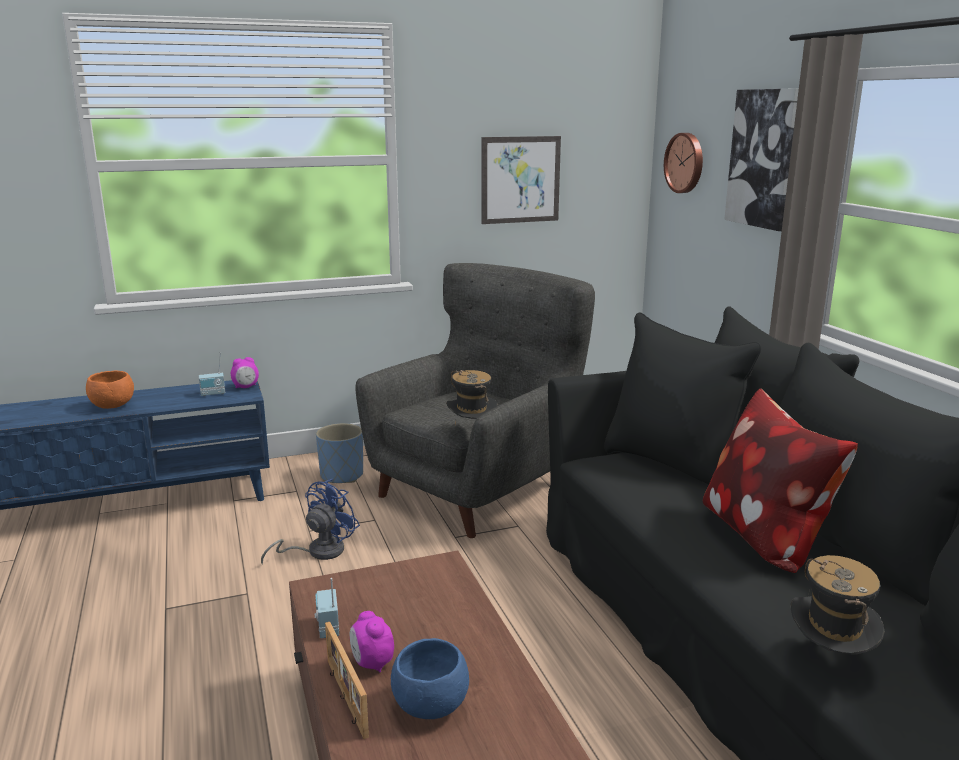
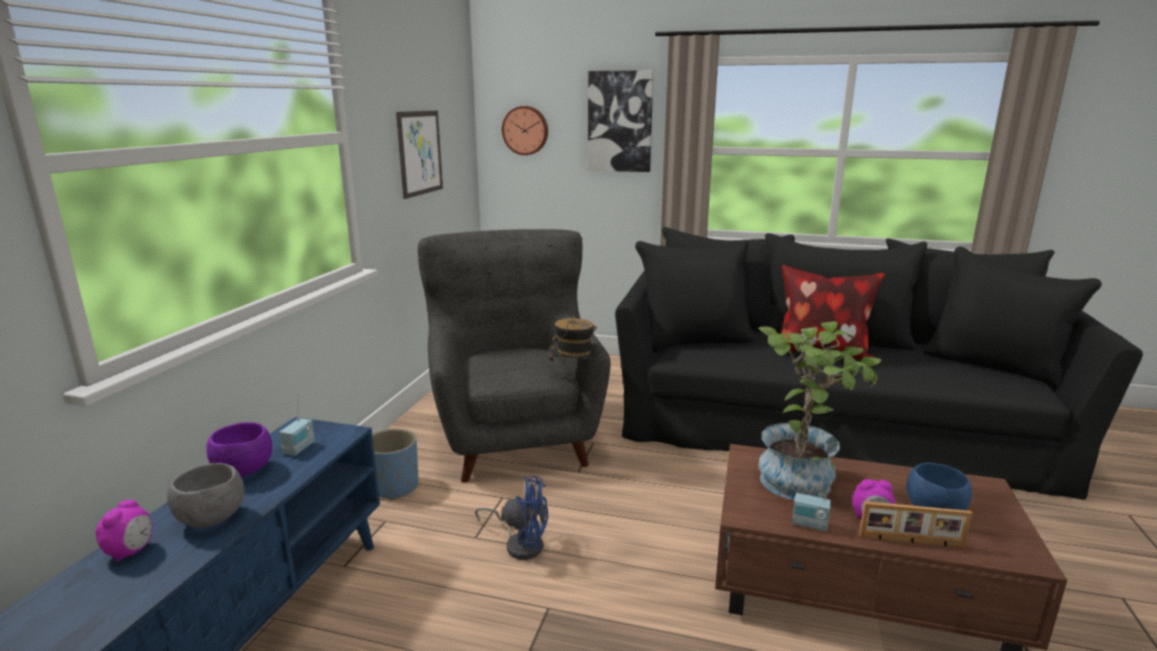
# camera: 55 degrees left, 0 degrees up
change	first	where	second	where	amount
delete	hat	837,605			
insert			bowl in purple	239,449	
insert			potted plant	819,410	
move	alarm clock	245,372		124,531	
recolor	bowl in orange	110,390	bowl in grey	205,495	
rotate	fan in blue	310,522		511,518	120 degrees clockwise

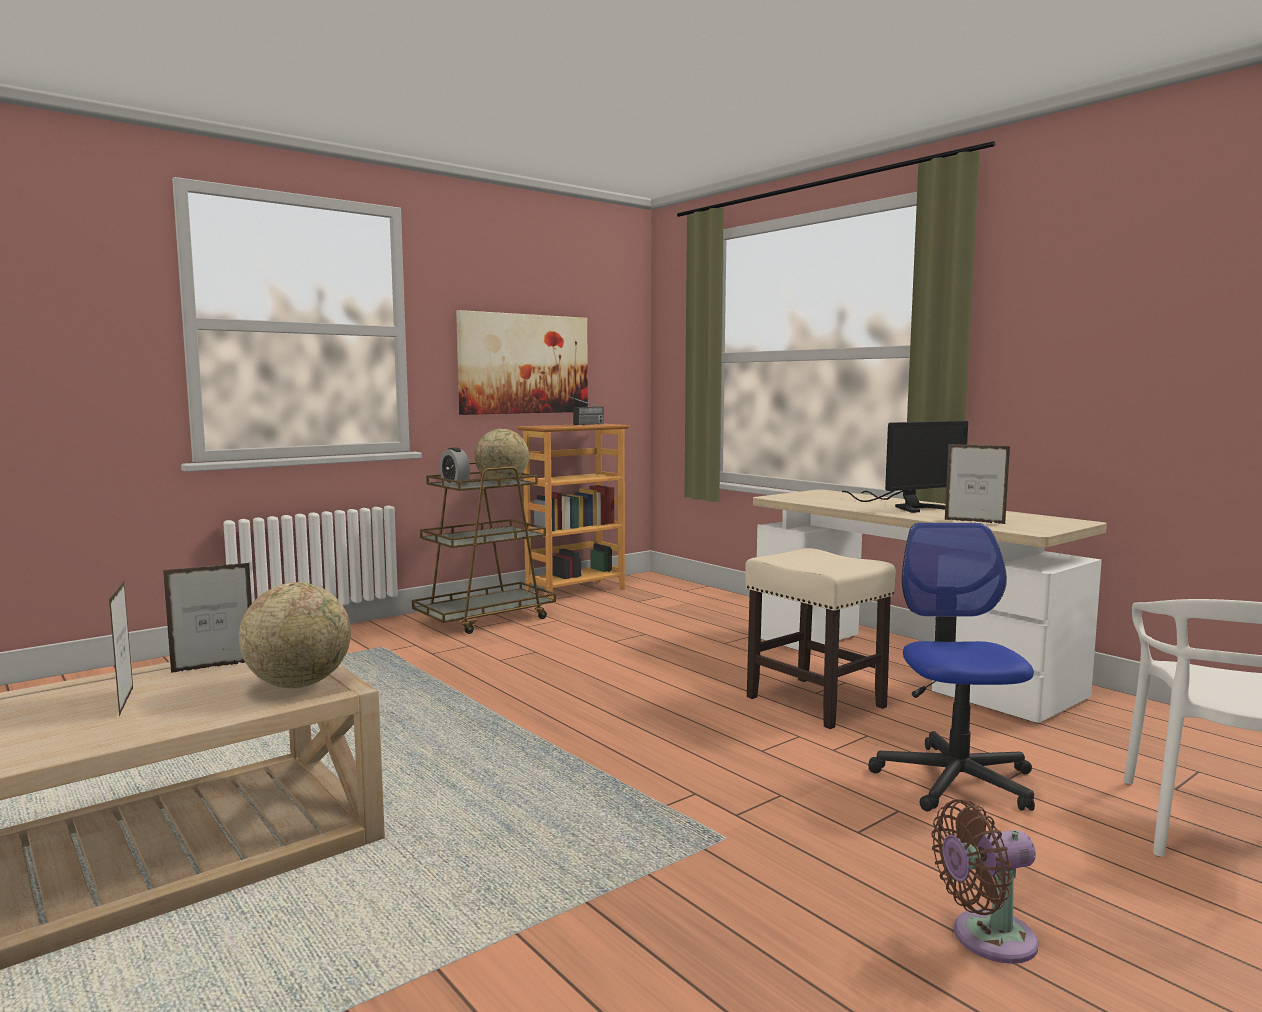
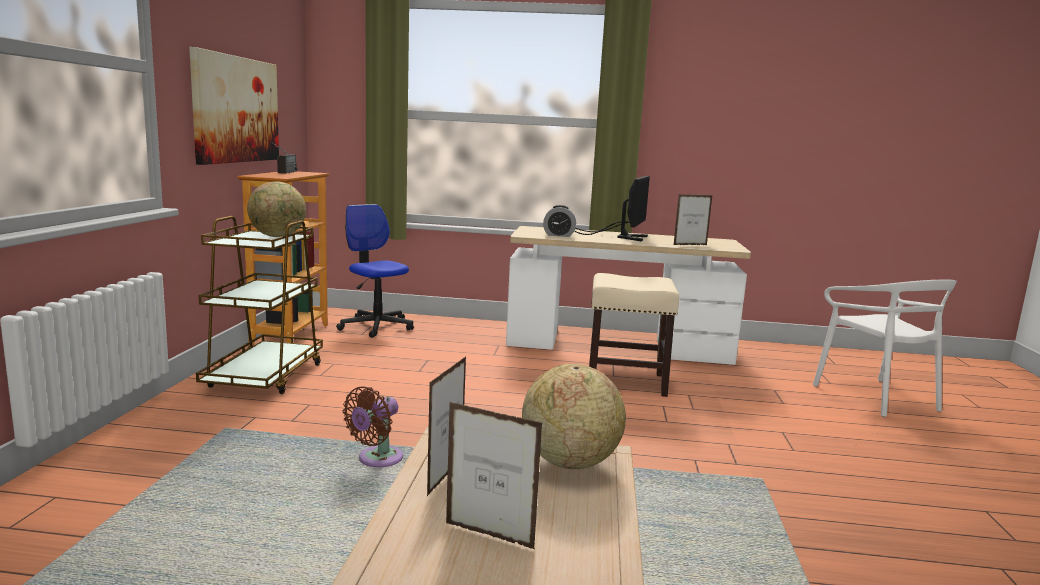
# camera: 45 degrees left, 5 degrees up
change	first	where	second	where	amount
move	alarm clock	455,466		559,221	
move	office chair	951,667		375,271	
move	fan in brown	985,881		373,427	

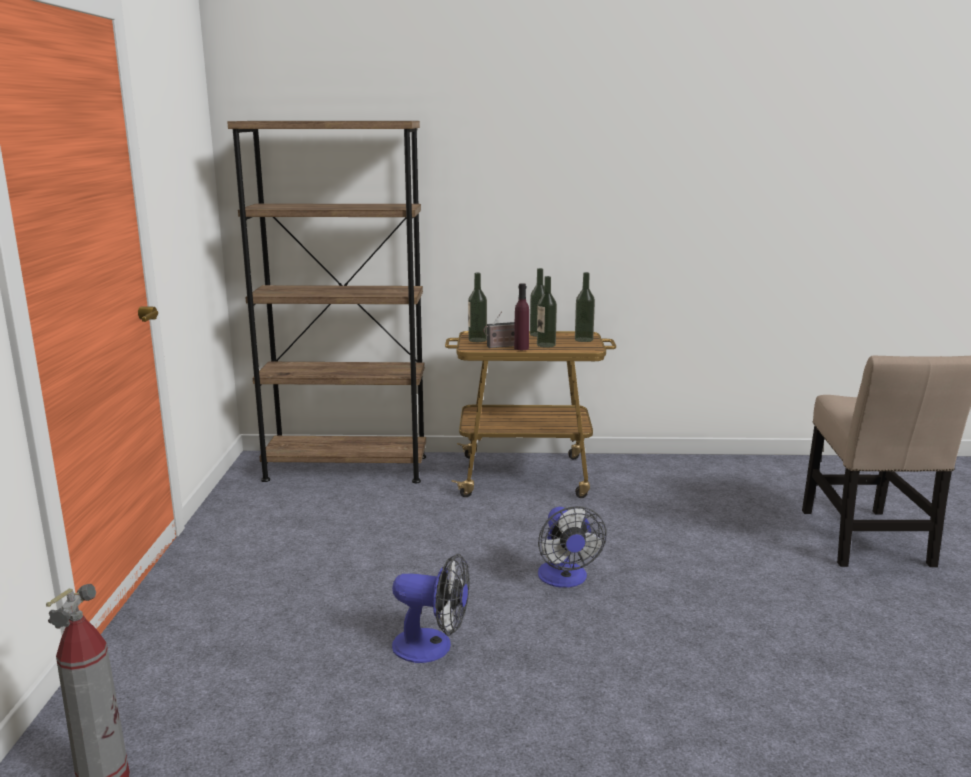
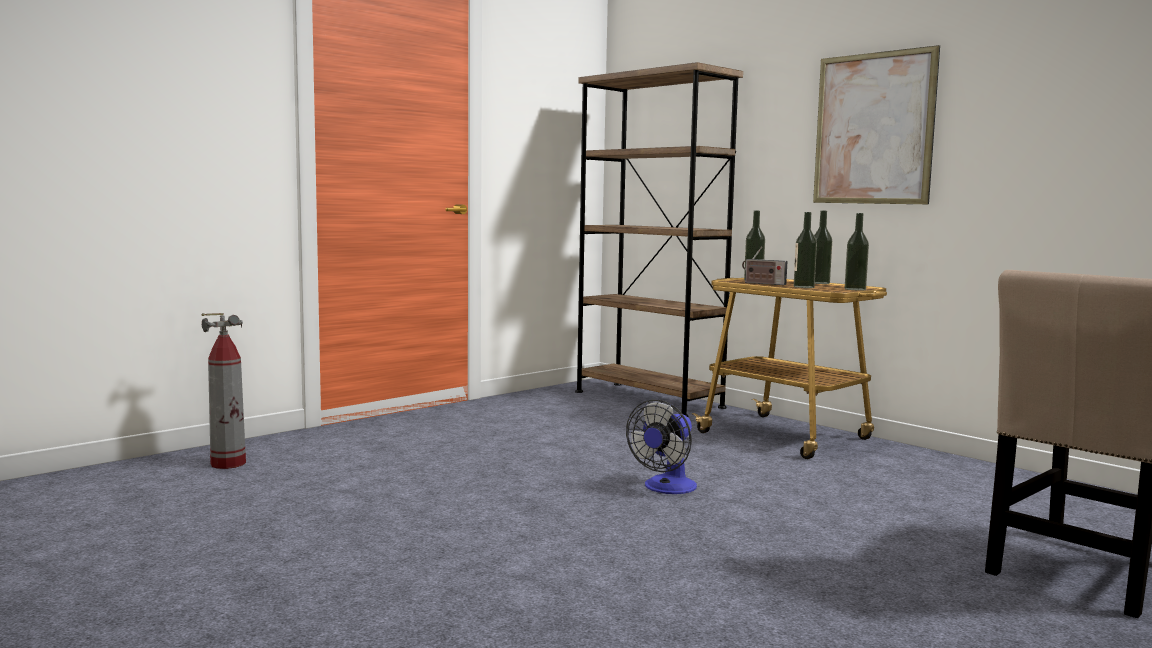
# camera: 45 degrees right, 10 degrees down
change	first	where	second	where	amount
delete	fan	431,608			
delete	bottle in purple	521,316			
insert			picture	876,124	

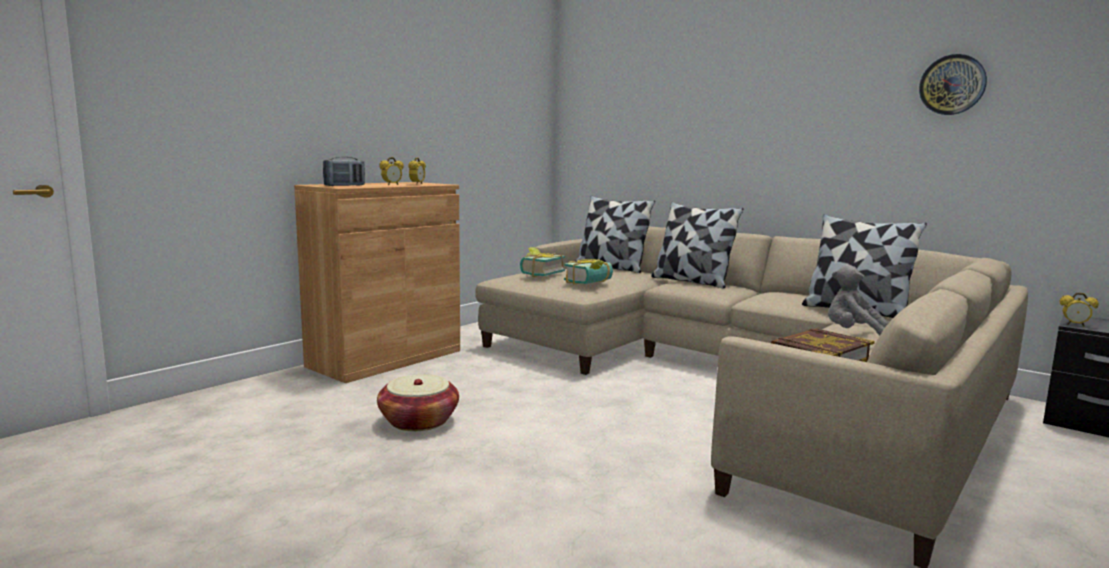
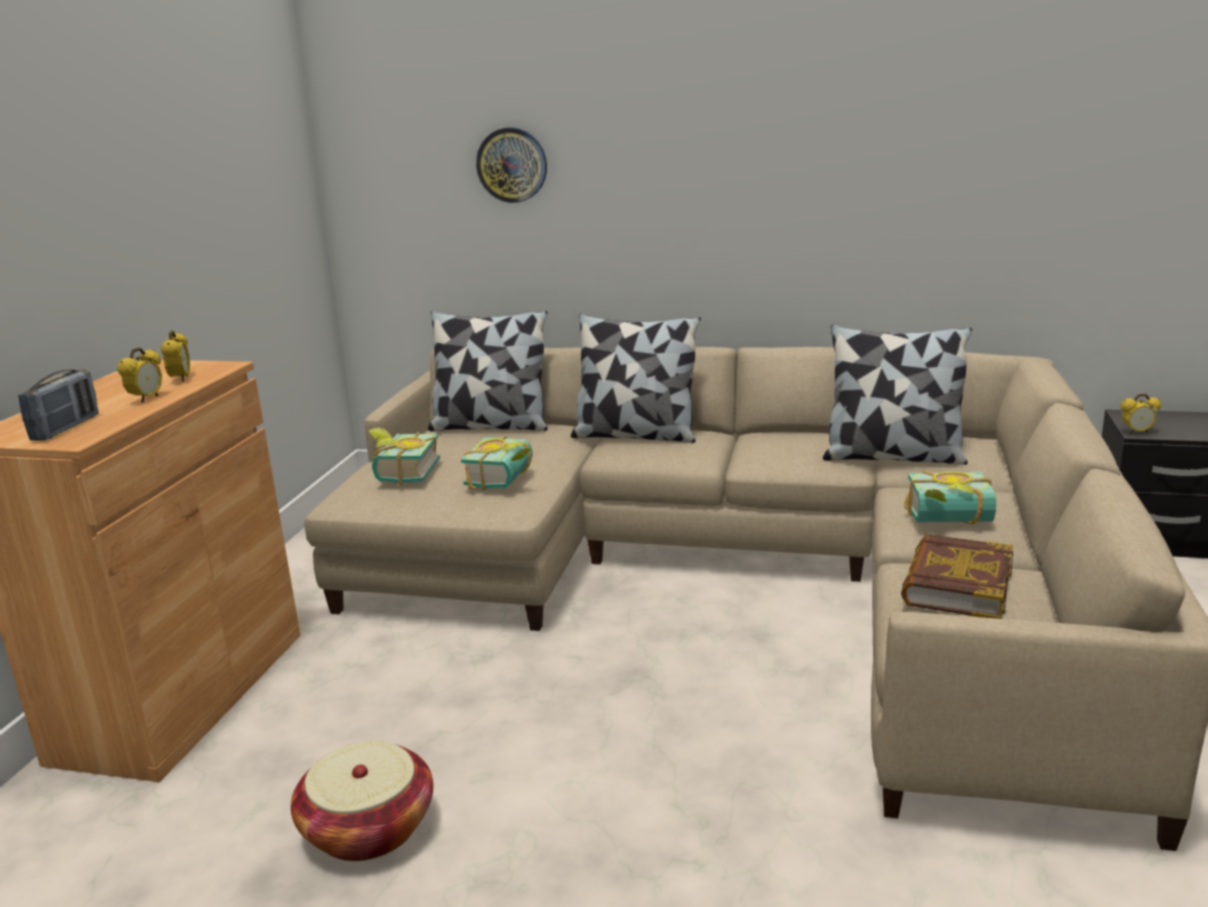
# camera: 25 degrees left, 10 degrees up
change	first	where	second	where	amount
move	wall clock	953,84		511,165	
replace	plush toy in grey	859,300	book	950,497	

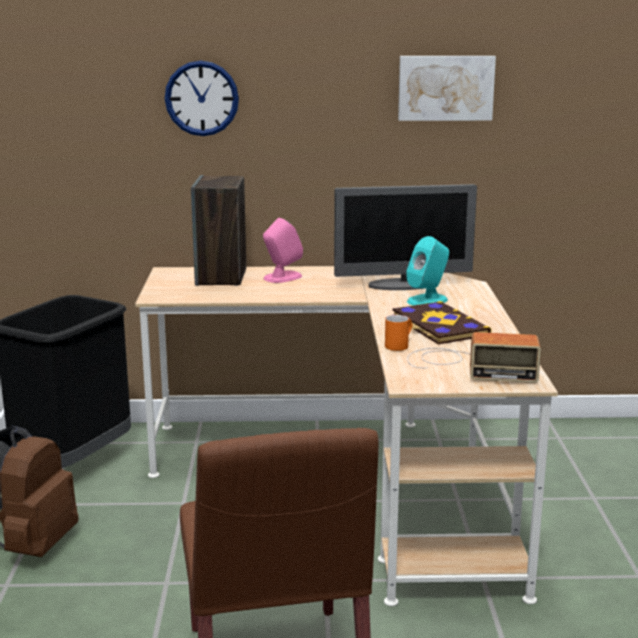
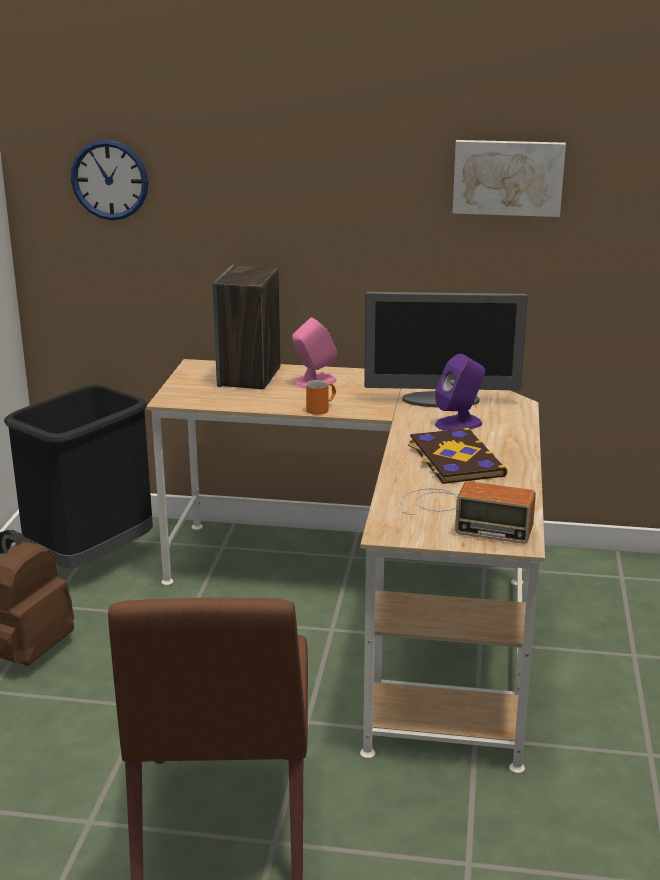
# camera: 10 degrees right, 5 degrees up
change	first	where	second	where	amount
move	wall clock	202,98		110,180	
move	mug in orange	399,333		321,397	
recolor	speaker in turquoise	427,270	speaker in purple	460,392	

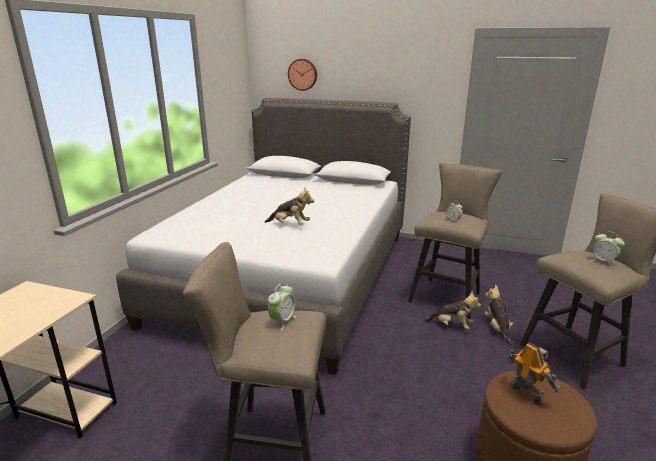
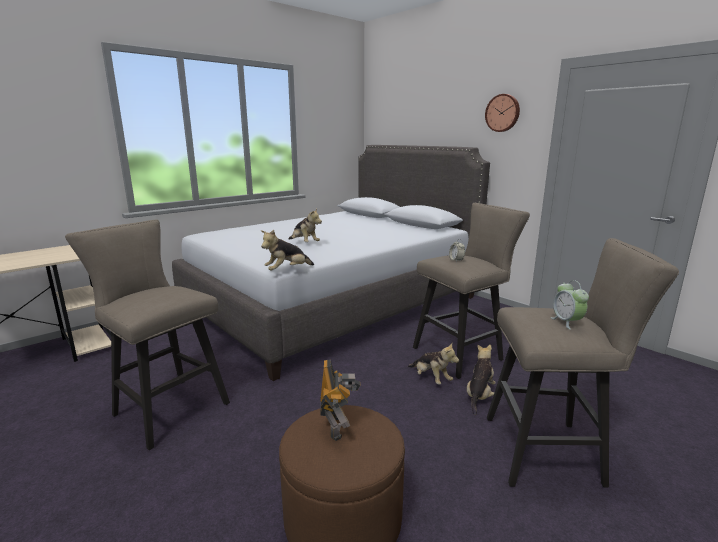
# camera: 30 degrees right, 5 degrees down
change	first	where	second	where	amount
delete	alarm clock	282,307			
insert			plush toy	287,250	
move	wall clock	302,75		502,113	

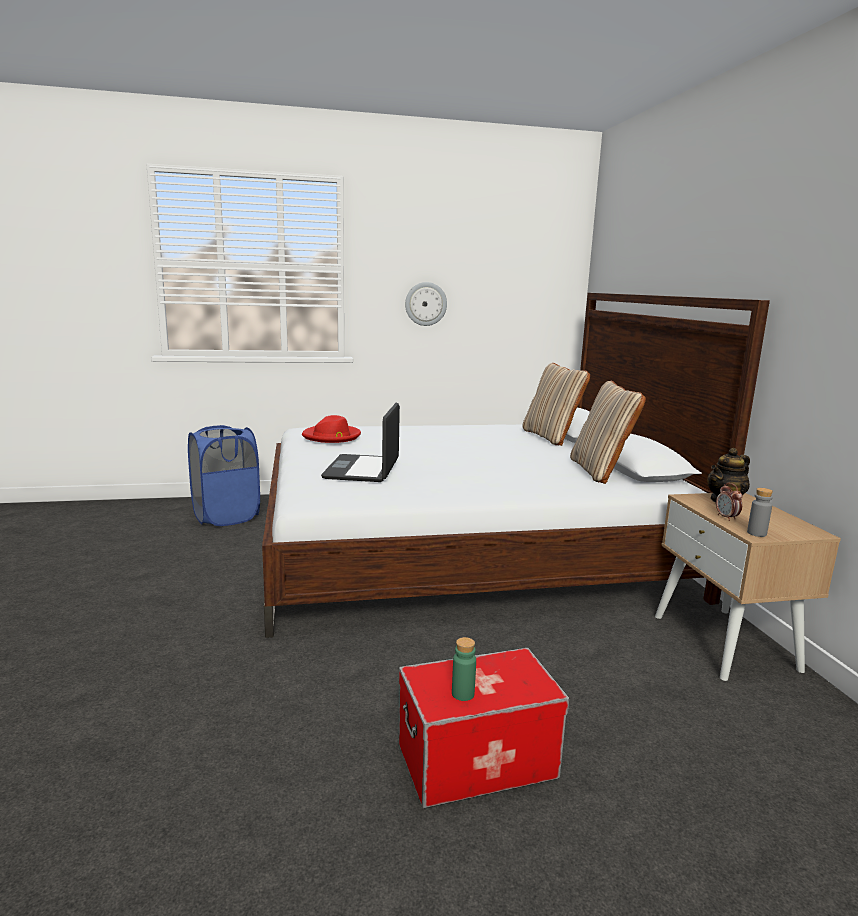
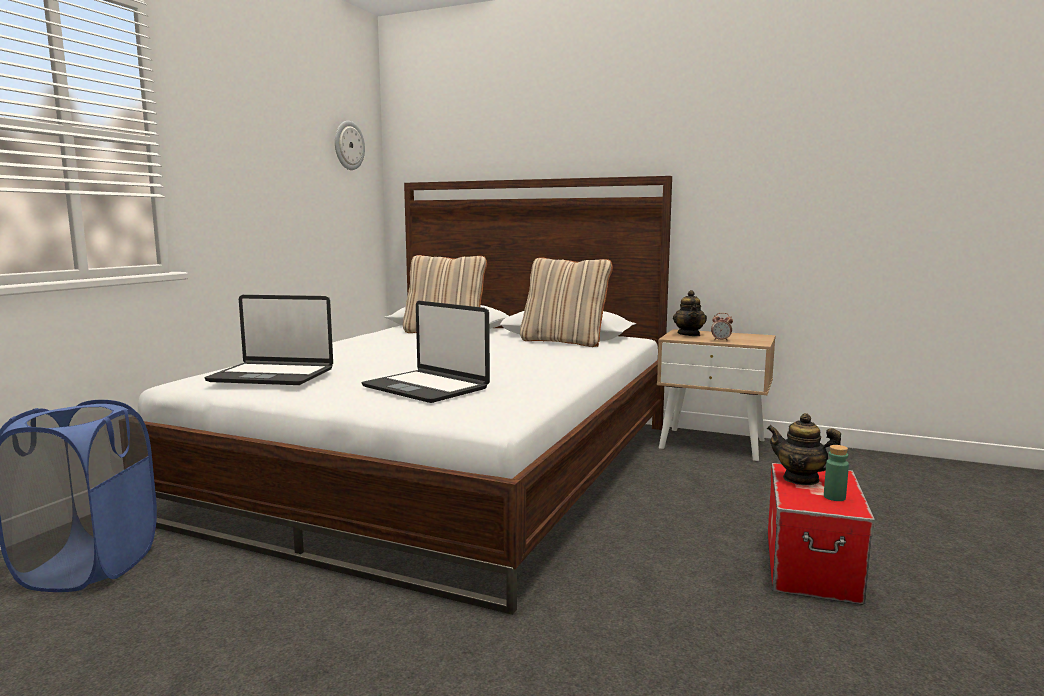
# camera: 55 degrees left, 5 degrees down
change	first	where	second	where	amount
delete	bottle in grey	760,512			
insert			teapot	804,449	
move	wall clock	426,304		350,145	
replace	hat in red	331,429	laptop	269,340	

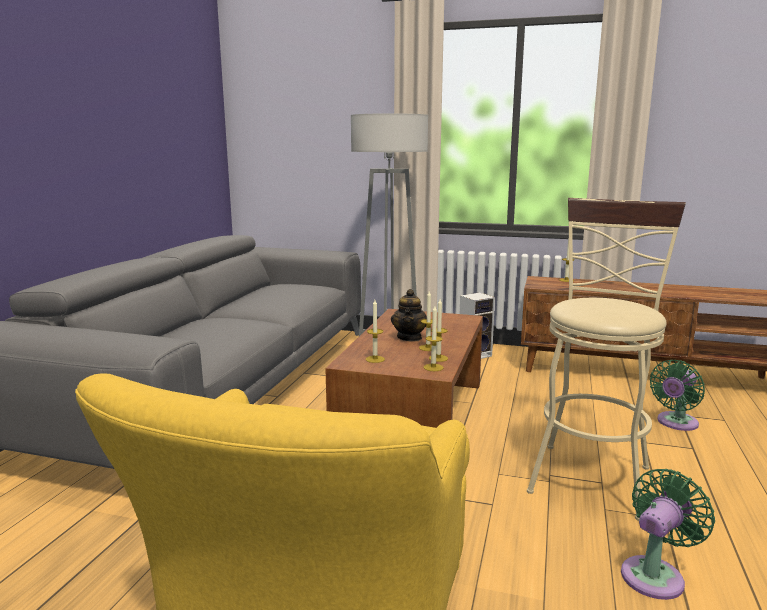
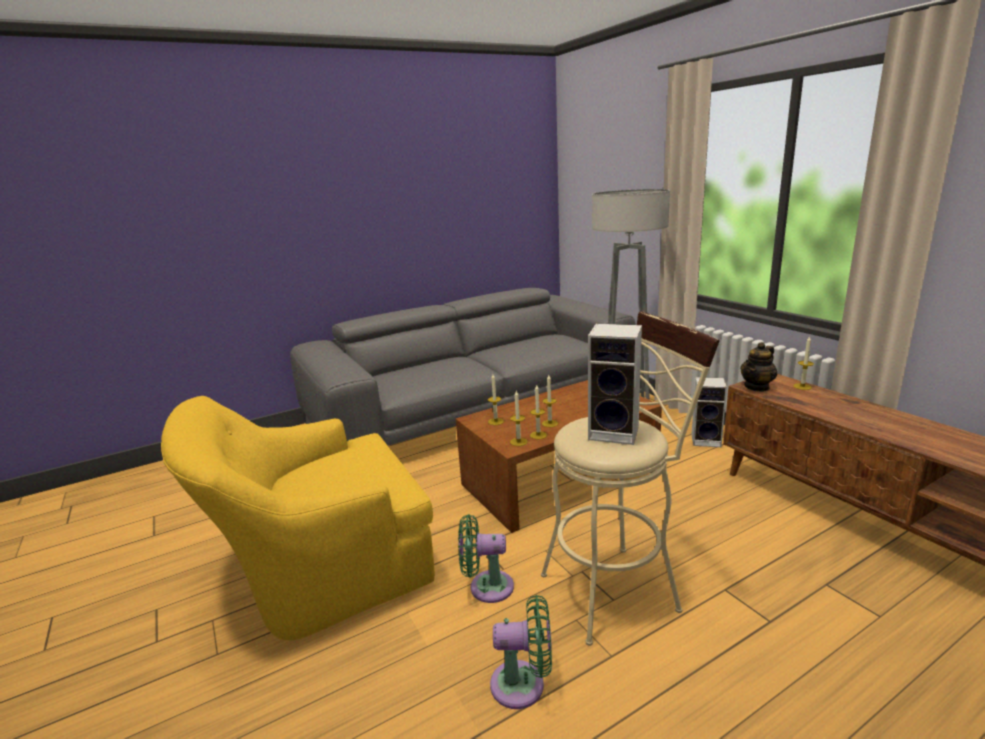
# camera: 45 degrees right, 5 degrees up
change	first	where	second	where	amount
insert			speaker	615,384	
move	teapot	409,315		758,367	
move	fan in green	677,395		486,558	

